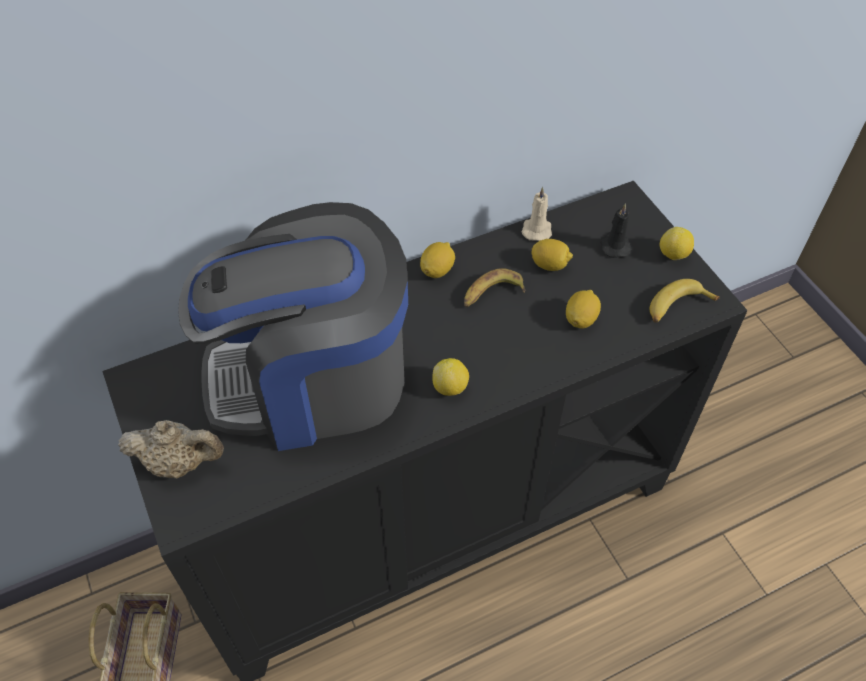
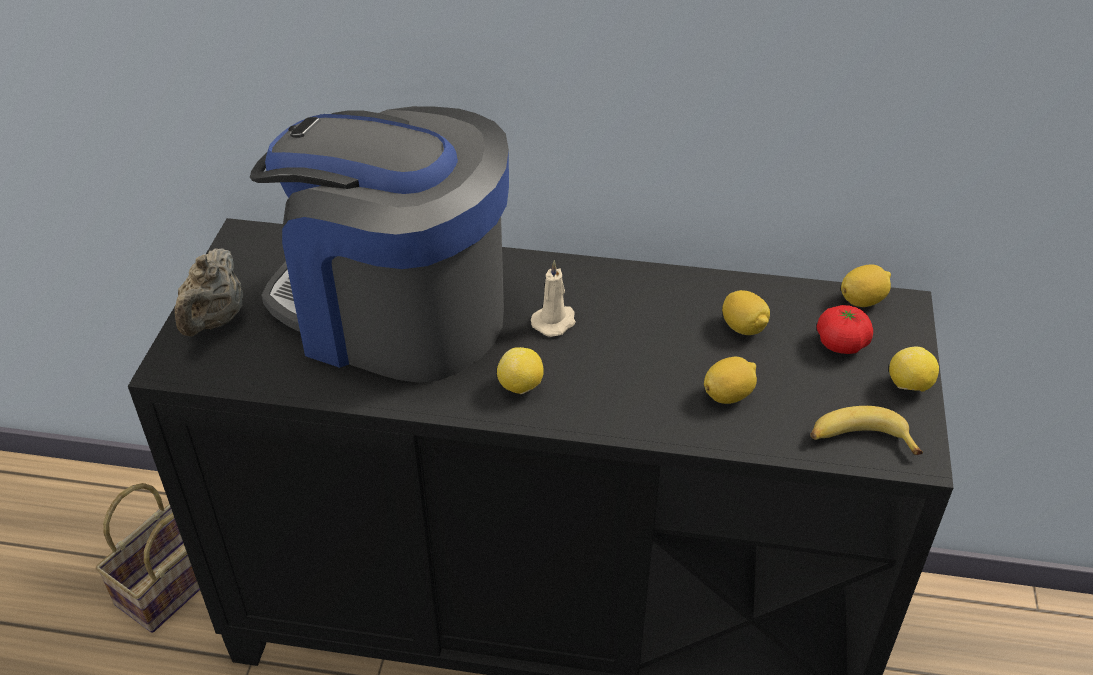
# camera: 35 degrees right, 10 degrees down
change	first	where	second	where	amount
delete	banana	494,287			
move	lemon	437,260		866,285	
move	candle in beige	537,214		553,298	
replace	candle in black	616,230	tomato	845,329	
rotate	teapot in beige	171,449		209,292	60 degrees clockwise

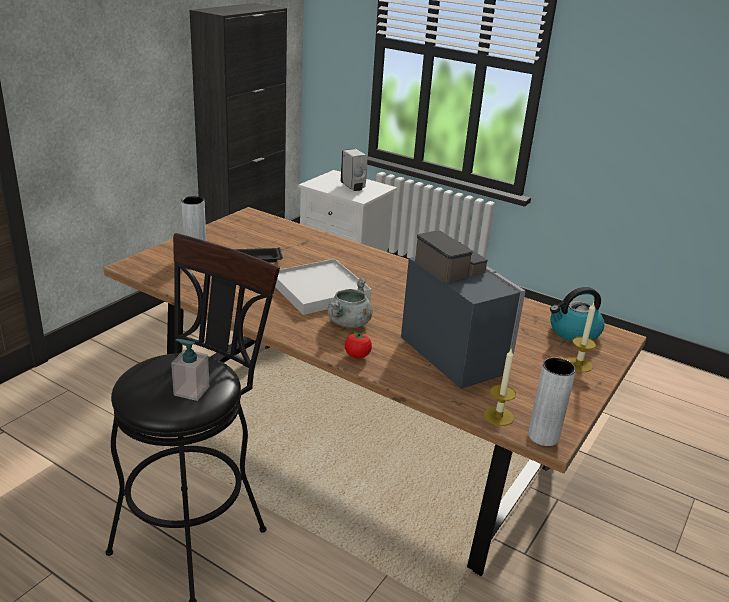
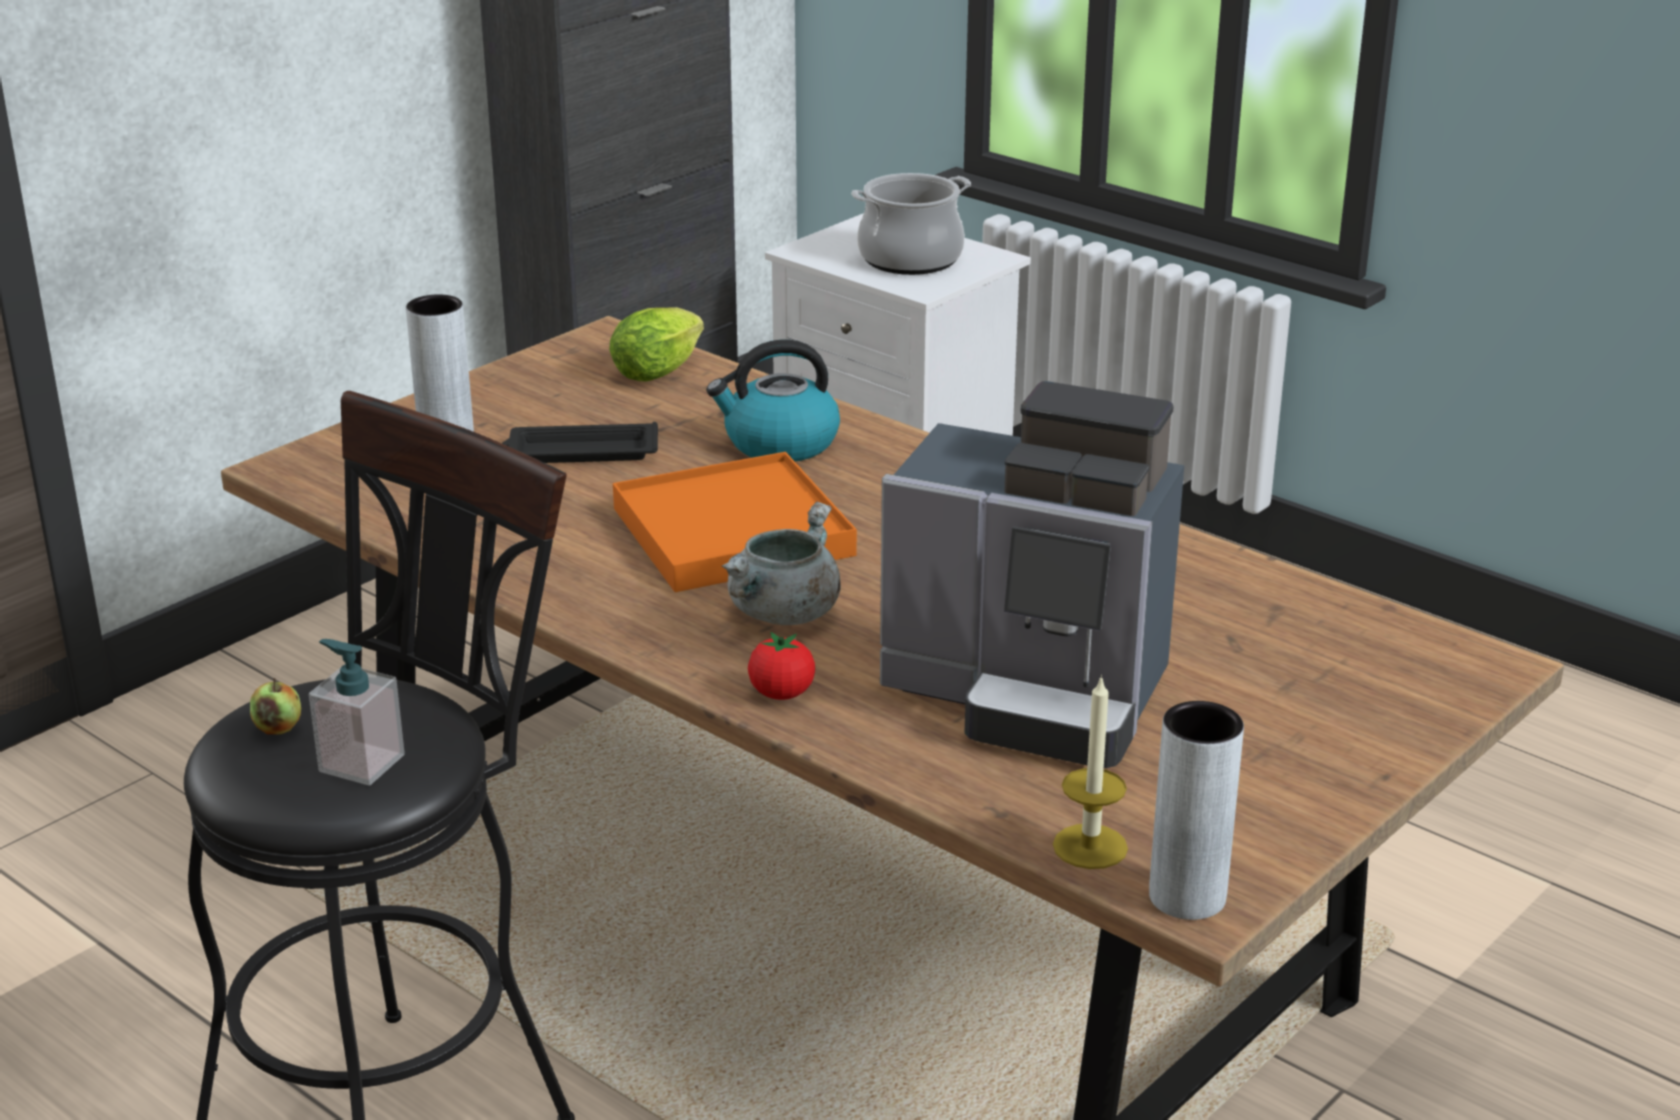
# camera: 10 degrees right, 0 degrees up
change	first	where	second	where	amount
delete	candle	581,337			
insert			apple	275,706	
insert			lettuce	656,344	
move	kettle	577,314		773,401	
replace	soap dispenser in white	354,170	cooking pot	911,224	
recolor	tray in white	323,287	tray in orange	735,522	
rotate	coffee machine	463,309		1032,574	135 degrees clockwise

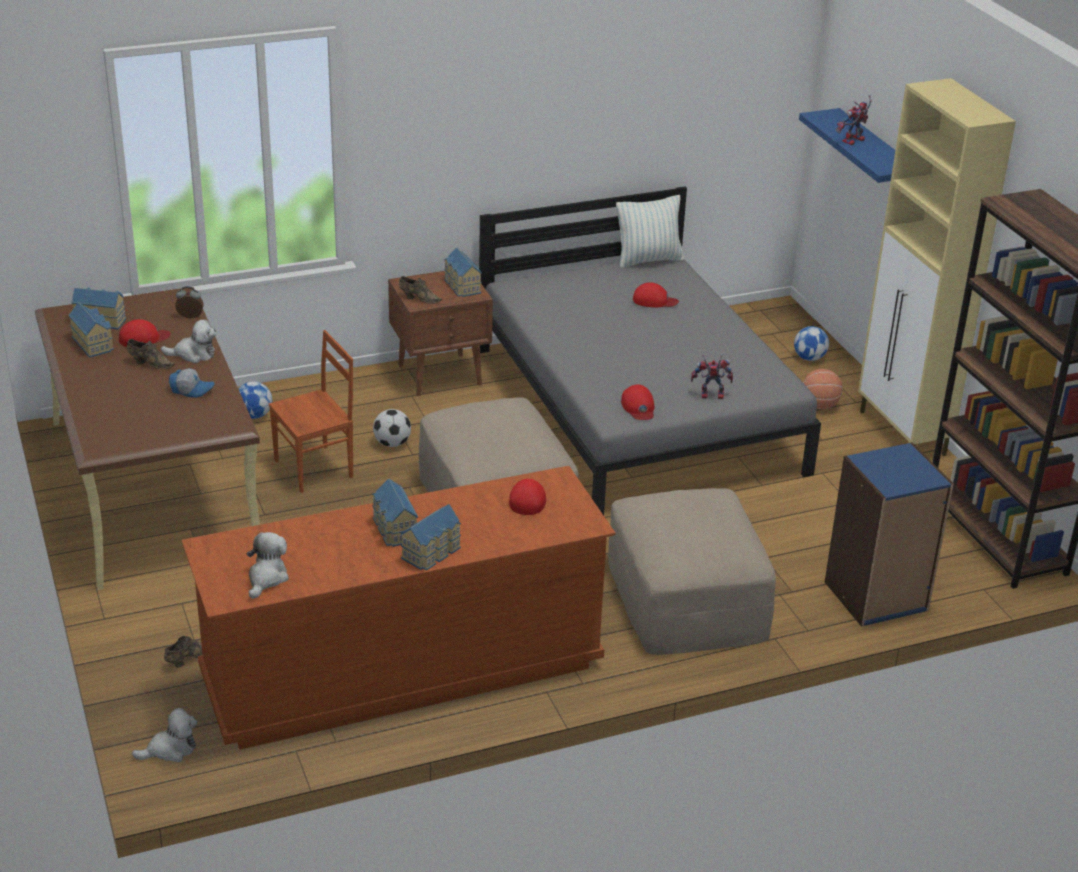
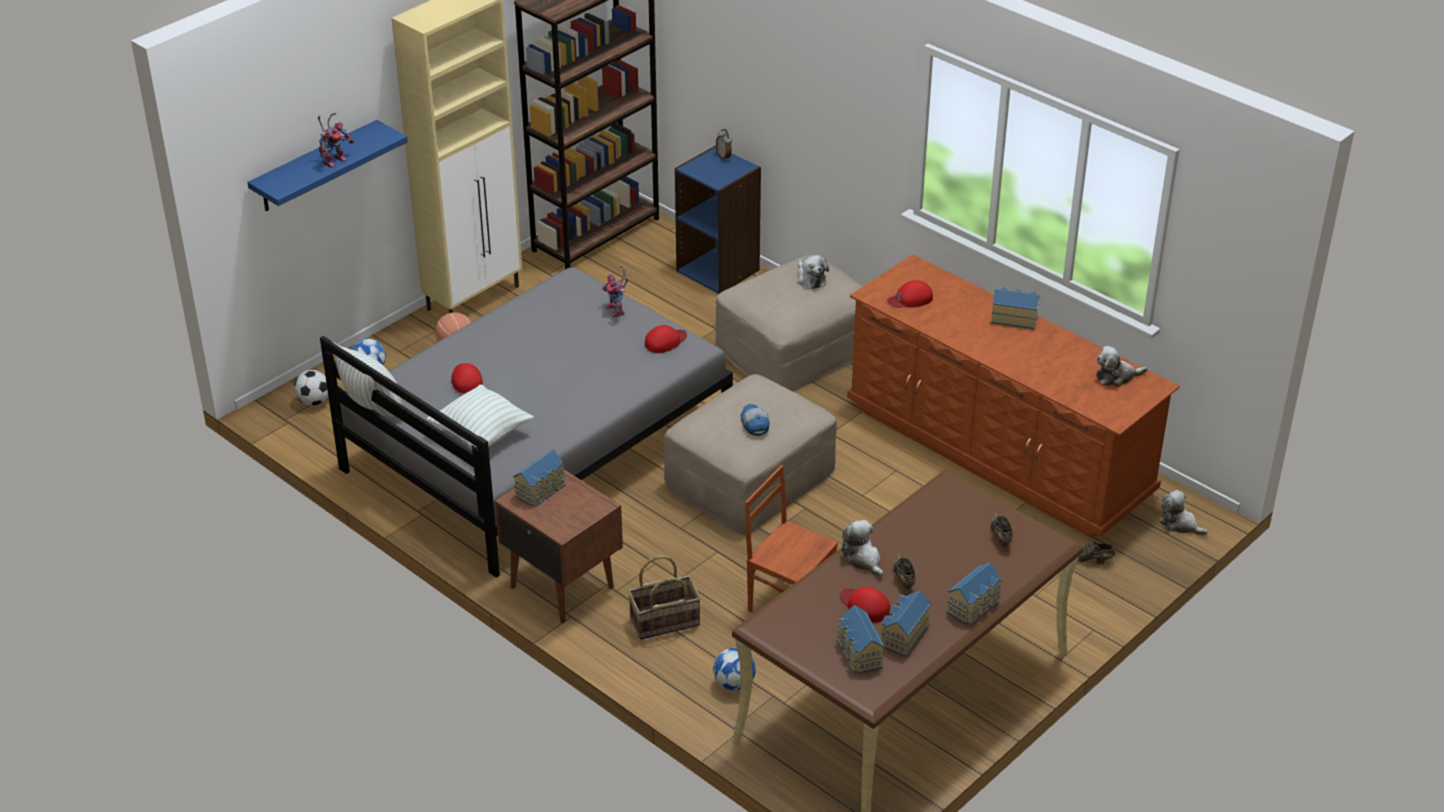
# camera: 115 degrees left, 5 degrees up
change	first	where	second	where	amount
insert			pillow	480,416	
insert			basket	664,597	
insert			plush toy	813,272	
move	cap	192,383		755,420	
move	alarm clock	189,302		724,145	
move	toy house	395,512		974,593	
move	football	392,428		311,388	
move	shoe in brown	420,290		1001,529	
rotate	toy robot	853,120		336,140	75 degrees counterclockwise

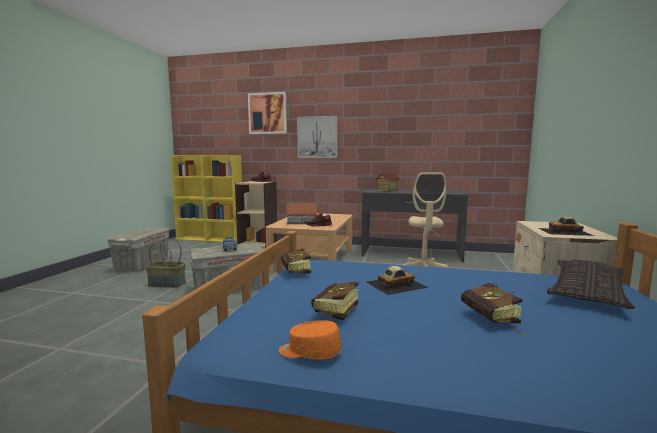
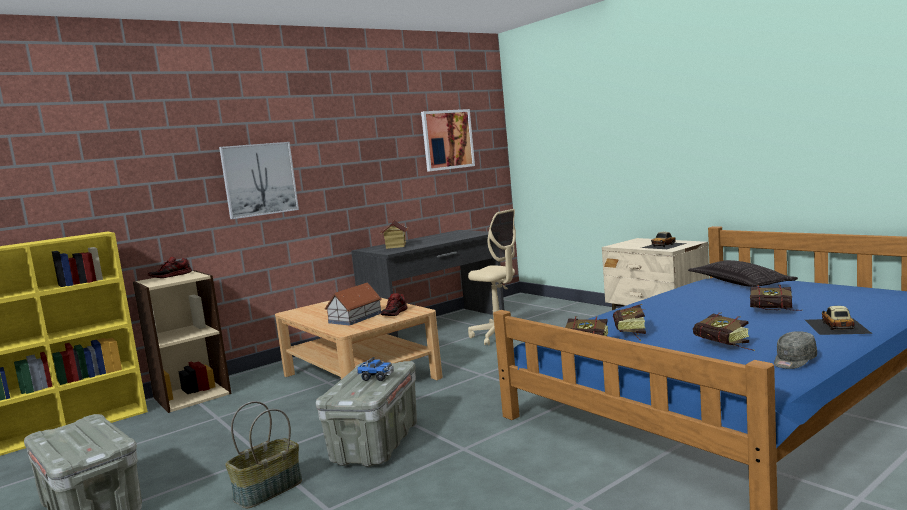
# camera: 50 degrees left, 0 degrees up
change	first	where	second	where	amount
insert			book	629,322	
move	picture	267,113		448,140	
move	toy car	397,280		838,320	
recolor	cap in orange	310,339	cap in grey	795,350	

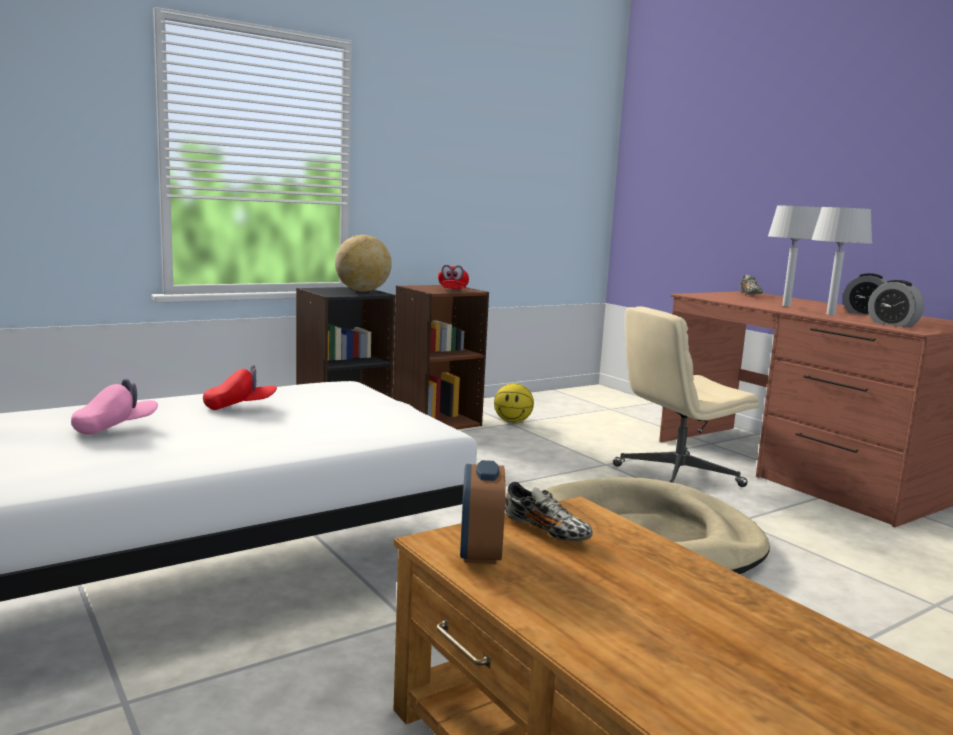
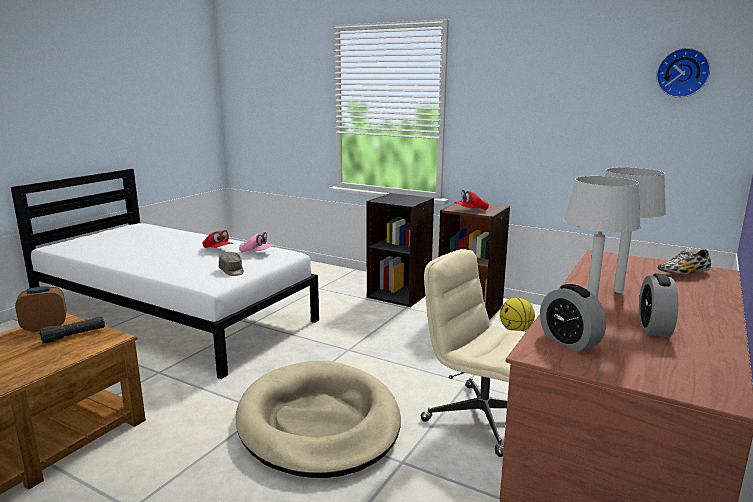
# camera: 65 degrees right, 5 degrees up
change	first	where	second	where	amount
delete	globe	363,263			
insert			cap in grey	231,264	
insert			wall clock	683,73	
move	cap in pink	114,407		257,242	
replace	shoe	549,511	flashlight in black	72,330	
rotate	alarm clock	896,303		573,318	60 degrees counterclockwise

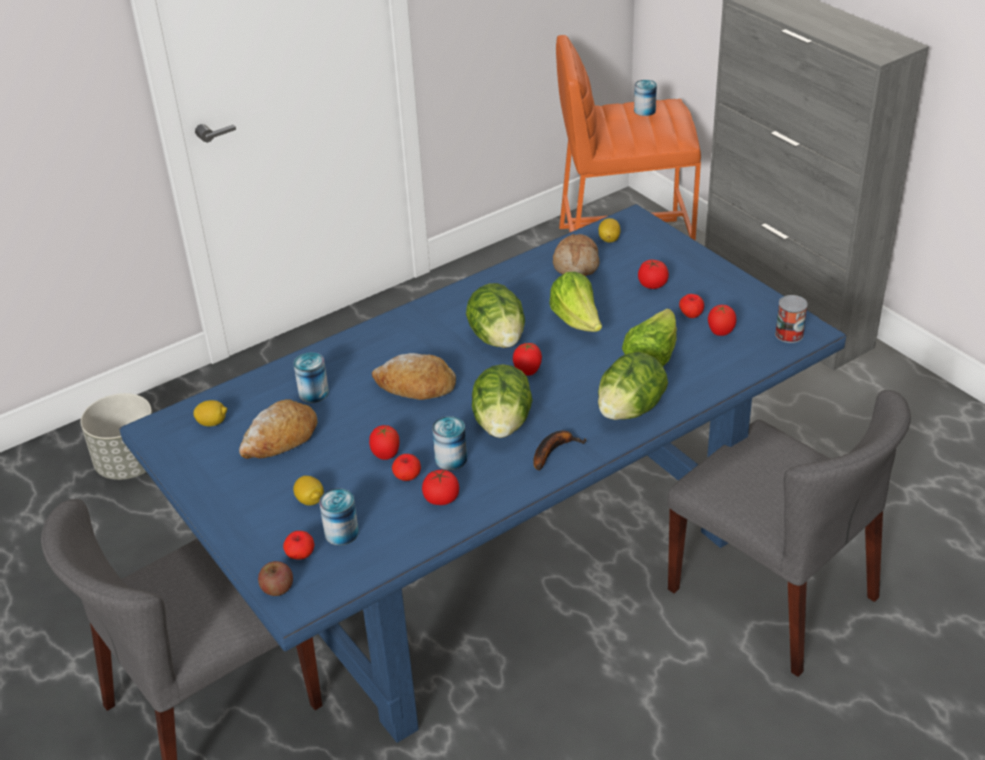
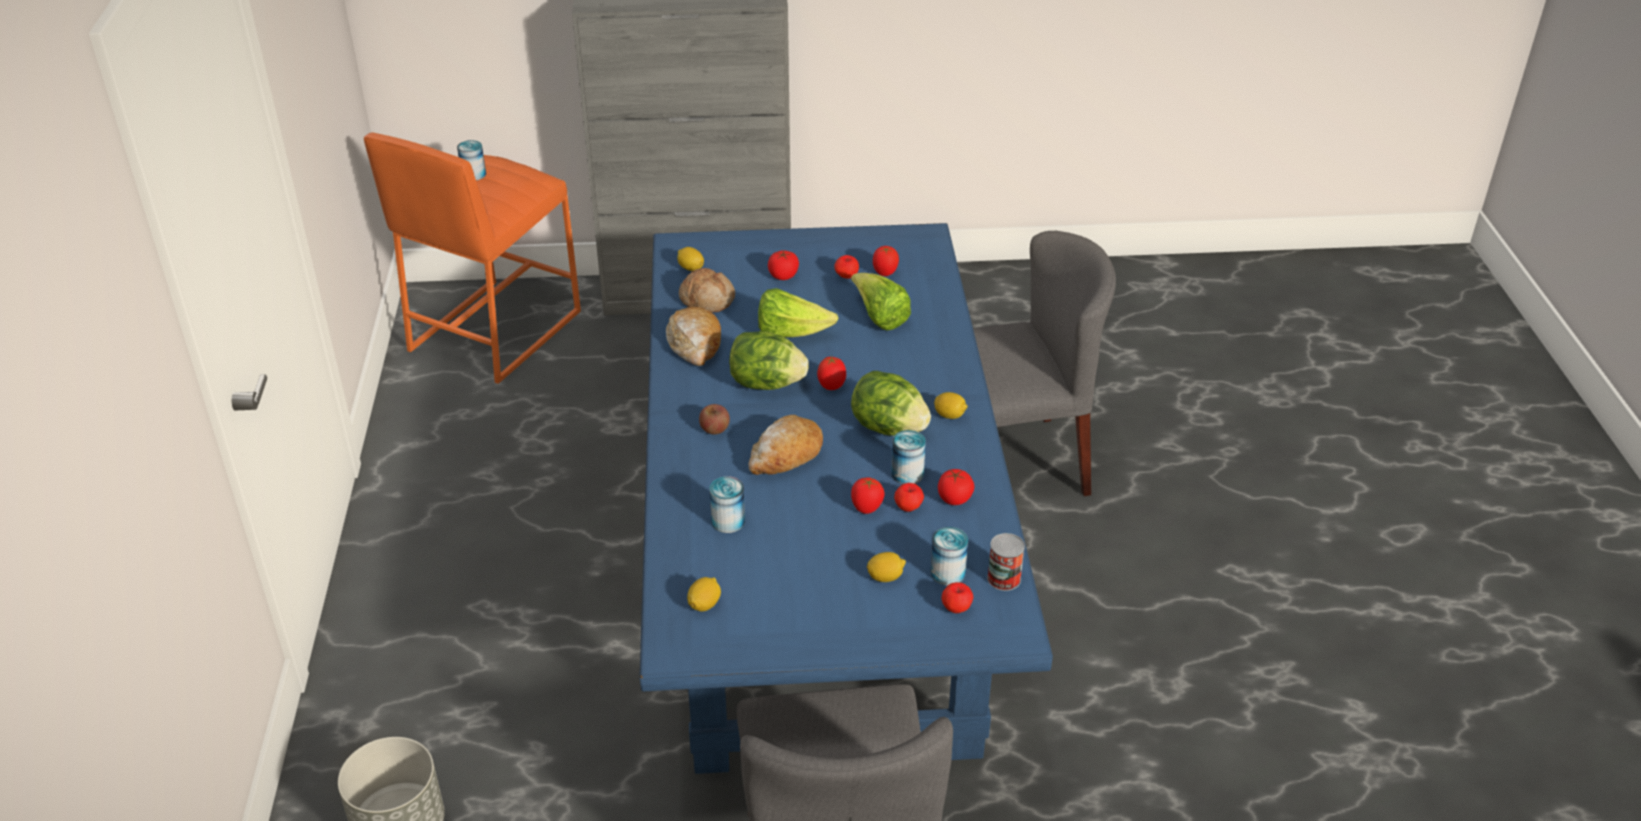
# camera: 60 degrees left, 0 degrees up
change	first	where	second	where	amount
delete	lettuce	633,386			
move	bread	278,429		693,336	
move	apple	275,578		714,419	
move	can	791,319		1006,562	
replace	banana	560,451	lemon	951,405	

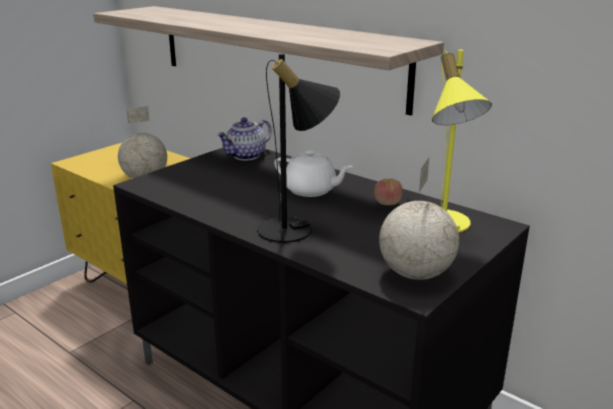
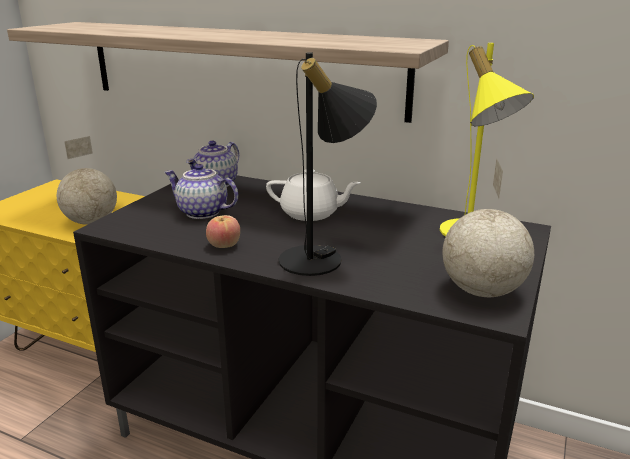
# camera: 15 degrees left, 0 degrees up
change	first	where	second	where	amount
insert			teapot	201,191	
move	apple	388,191		223,231	

